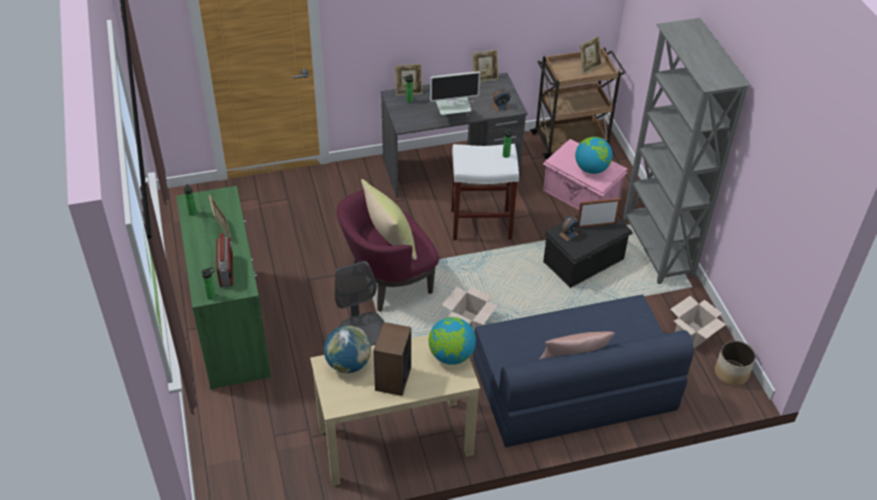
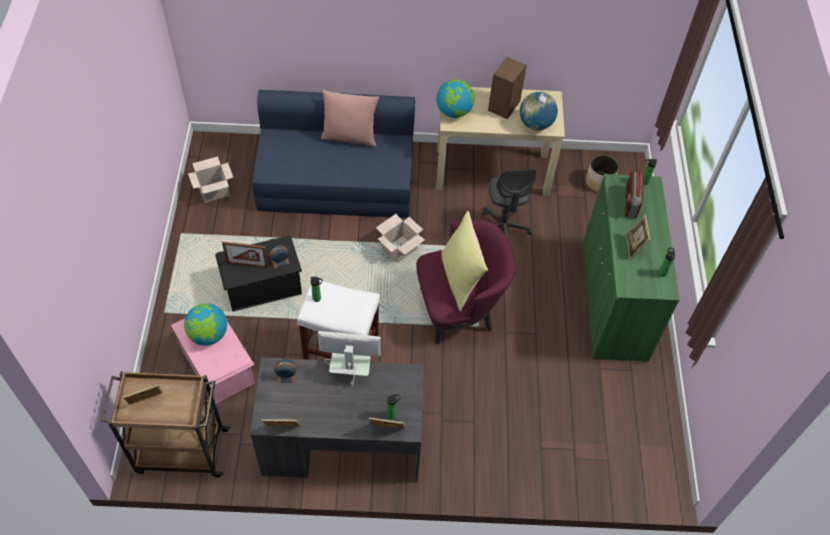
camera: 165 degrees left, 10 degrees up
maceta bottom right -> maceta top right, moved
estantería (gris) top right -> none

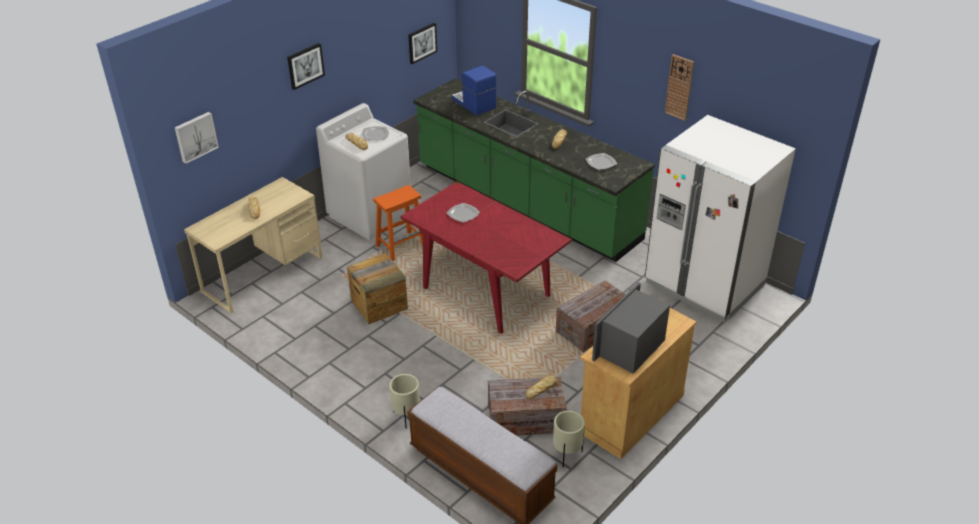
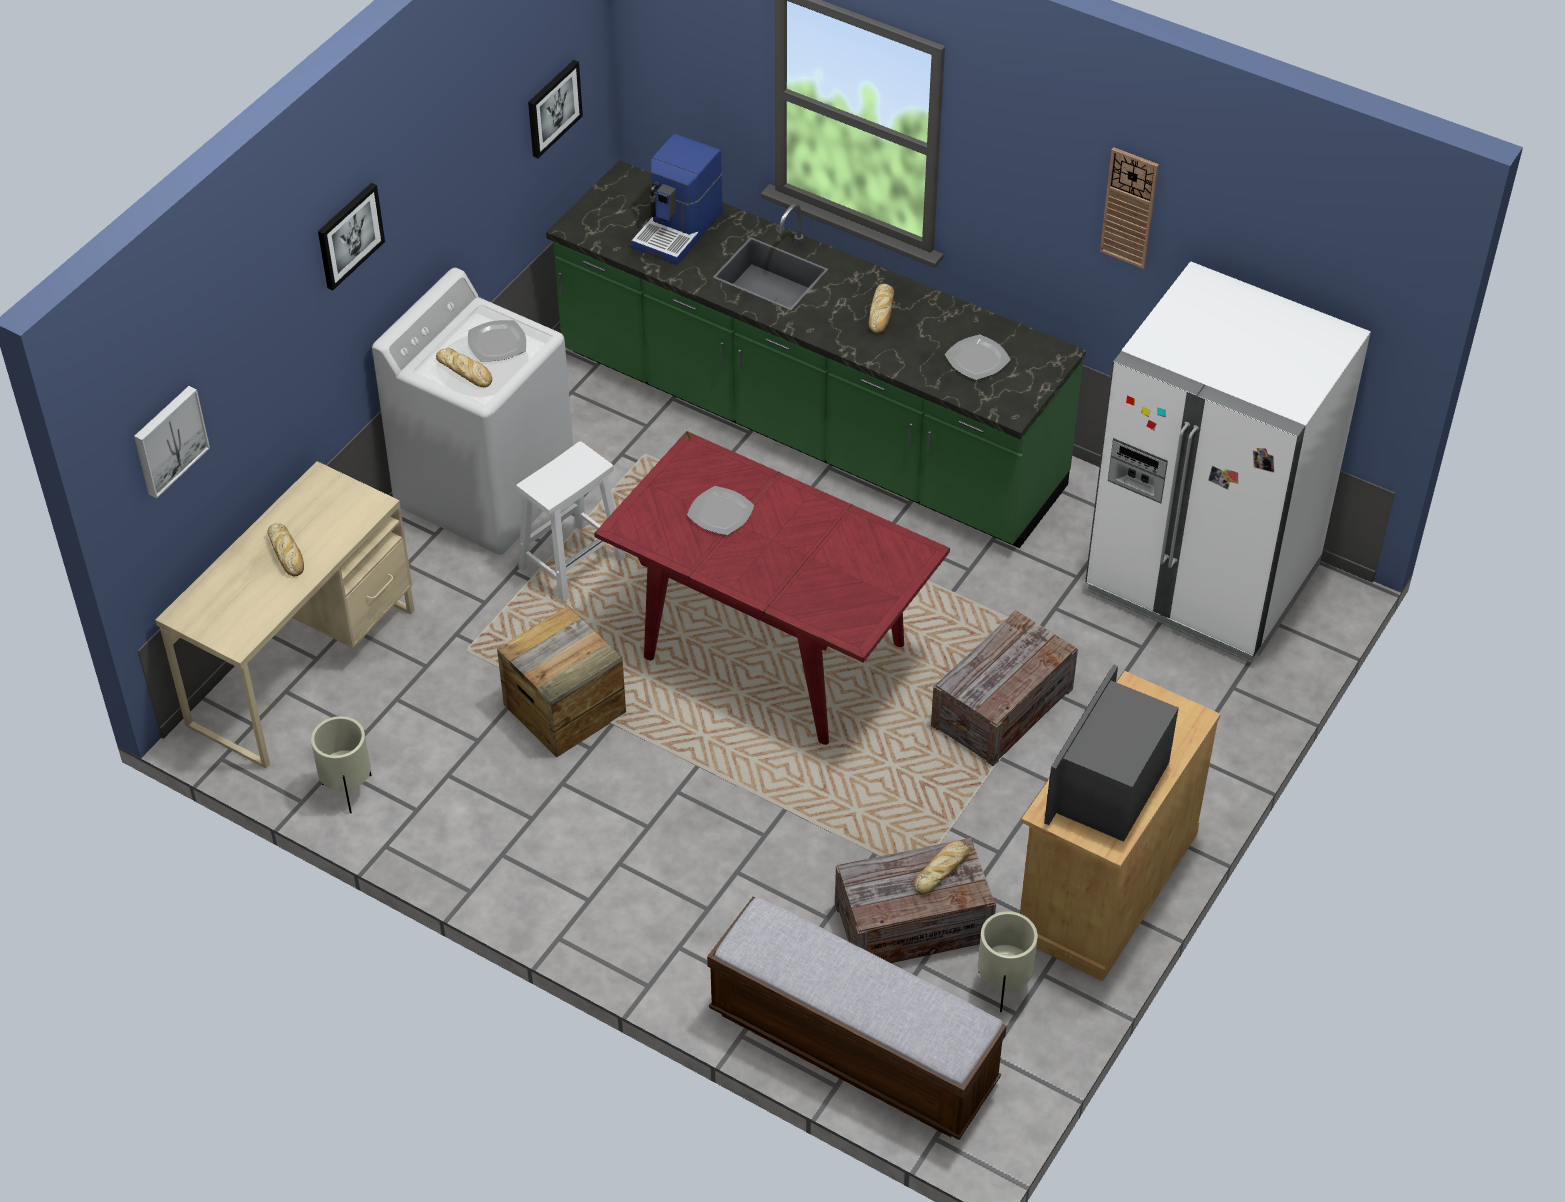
camera: 10 degrees left, 10 degrees up
maceta (beis) (1st from left) bottom centre -> maceta (beis) (1st from left) middle left, moved
taburete (naranja) centre -> taburete (blanco) centre
cafetera top centre, 105 degrees counterclockwise

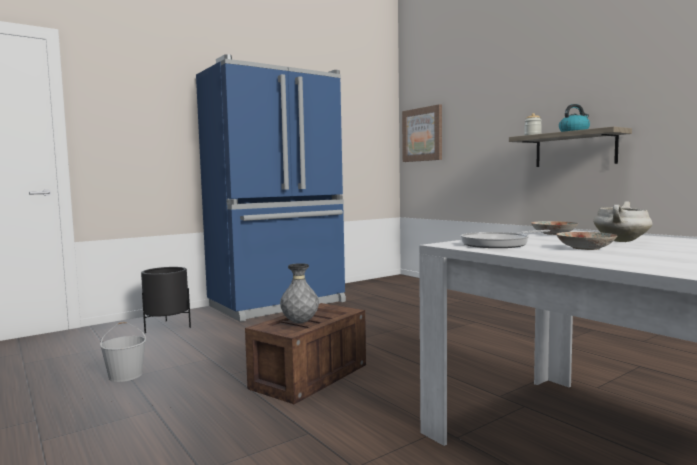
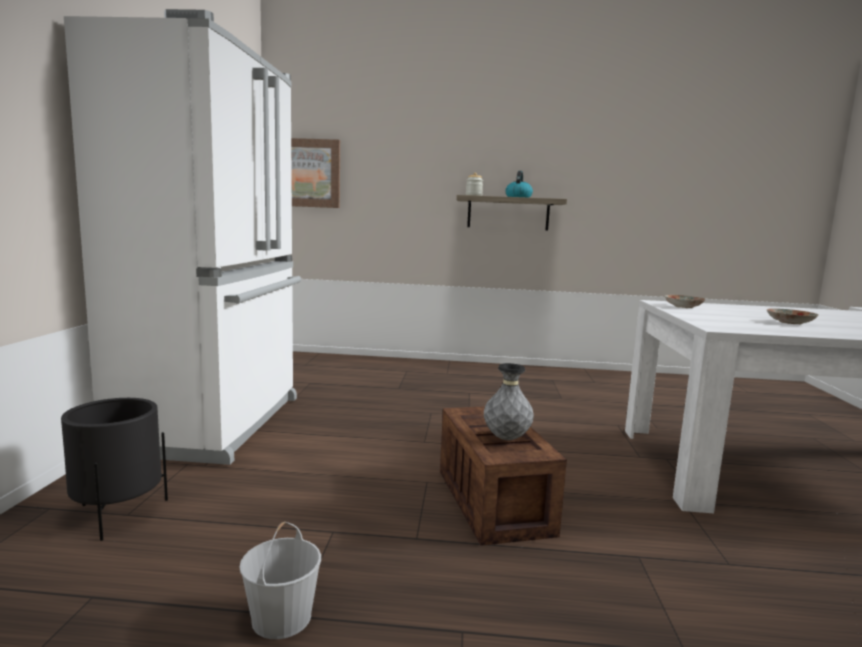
camera: 50 degrees left, 5 degrees up
nevera (azul) centre -> nevera (blanco) middle left
sartén middle right -> none
olla (blanco) middle right -> none

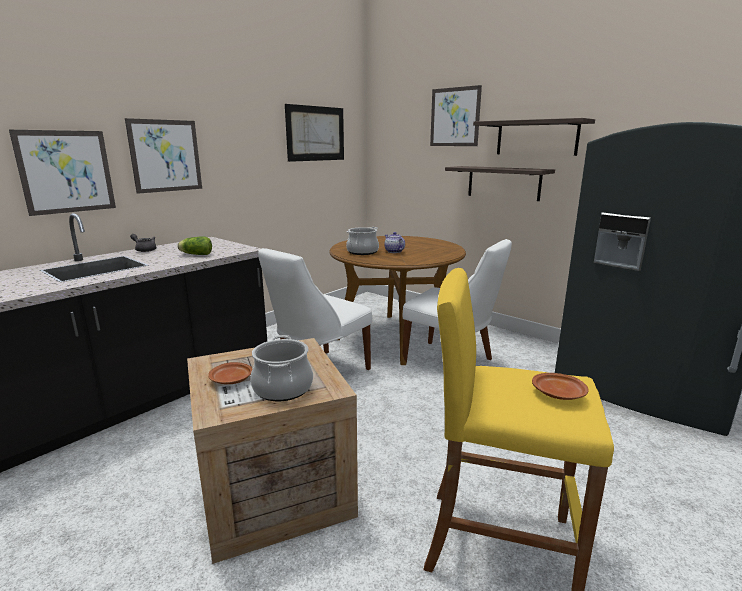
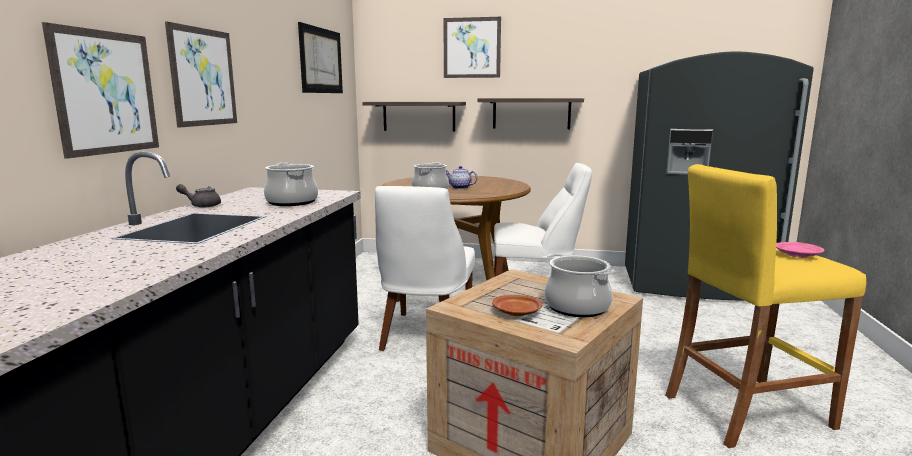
camera: 30 degrees left, 5 degrees down
lechuga middle left -> olla (1st from left) middle left
estante (2nd from left in the first image) top right -> estante (1st from left) top centre, moved
plato (marrón) (2nd from left) middle right -> plato (rosa) middle right

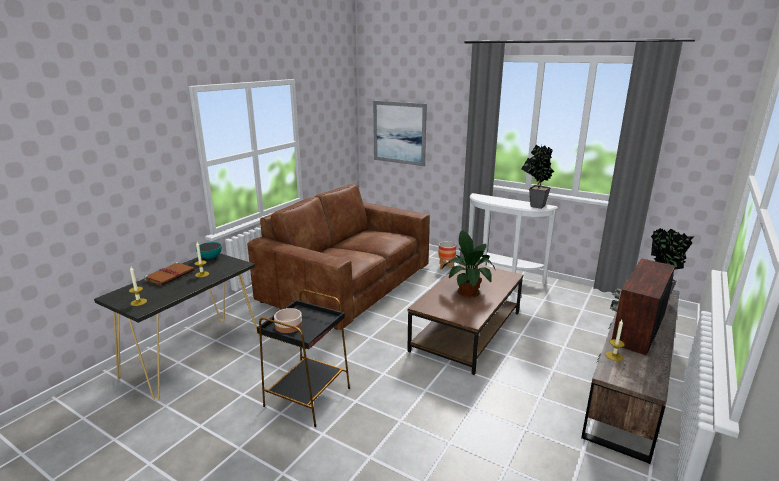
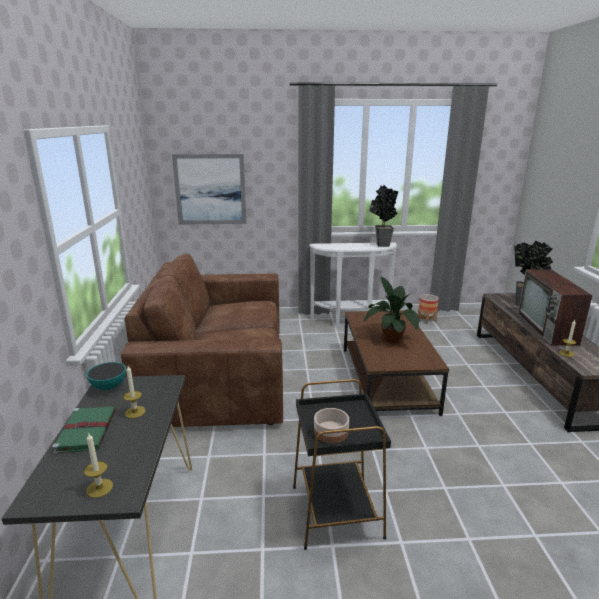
camera: 35 degrees left, 0 degrees up
libro (marrón) middle left -> libro (verde) bottom left
maceta centre -> maceta middle right, moved

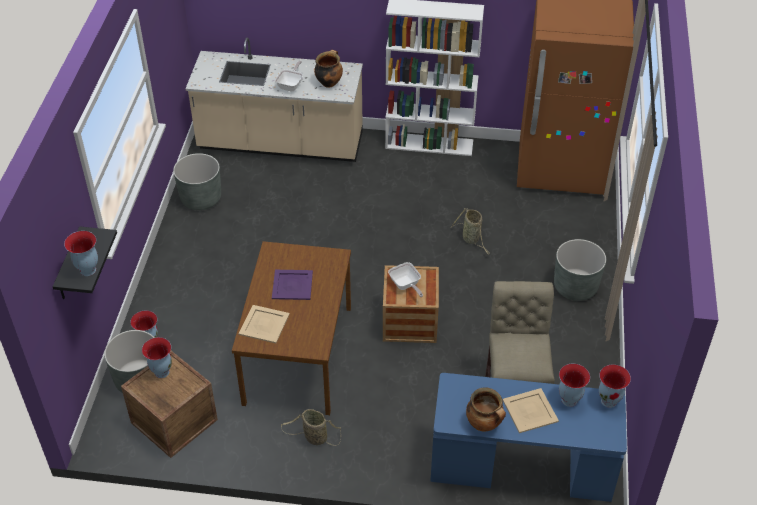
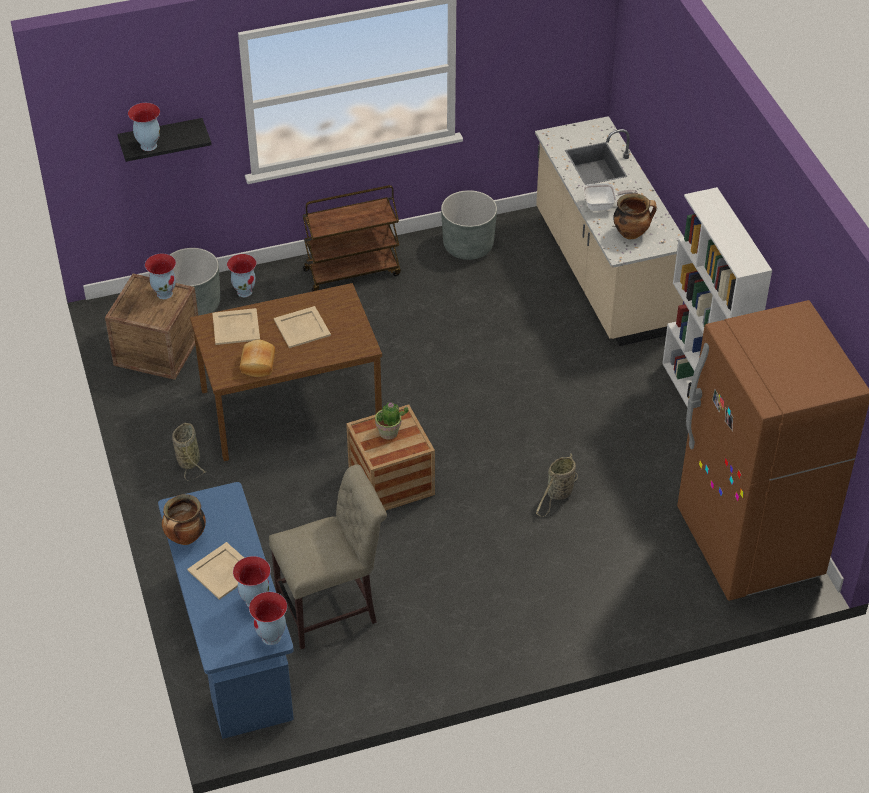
camera: 65 degrees right, 0 degrees up
none -> pan middle left
bandeja (morado) centre -> bandeja (beis) (3rd from left) centre
none -> carrito (marrón) top centre
sartén (2nd from left) centre -> planta en maceta centre
maceta (gris) (3rd from left) middle right -> none

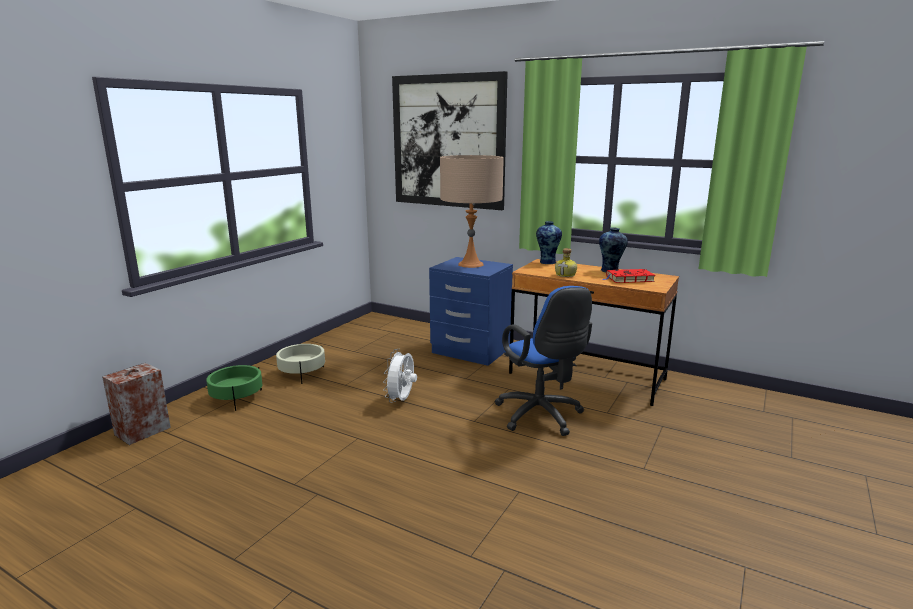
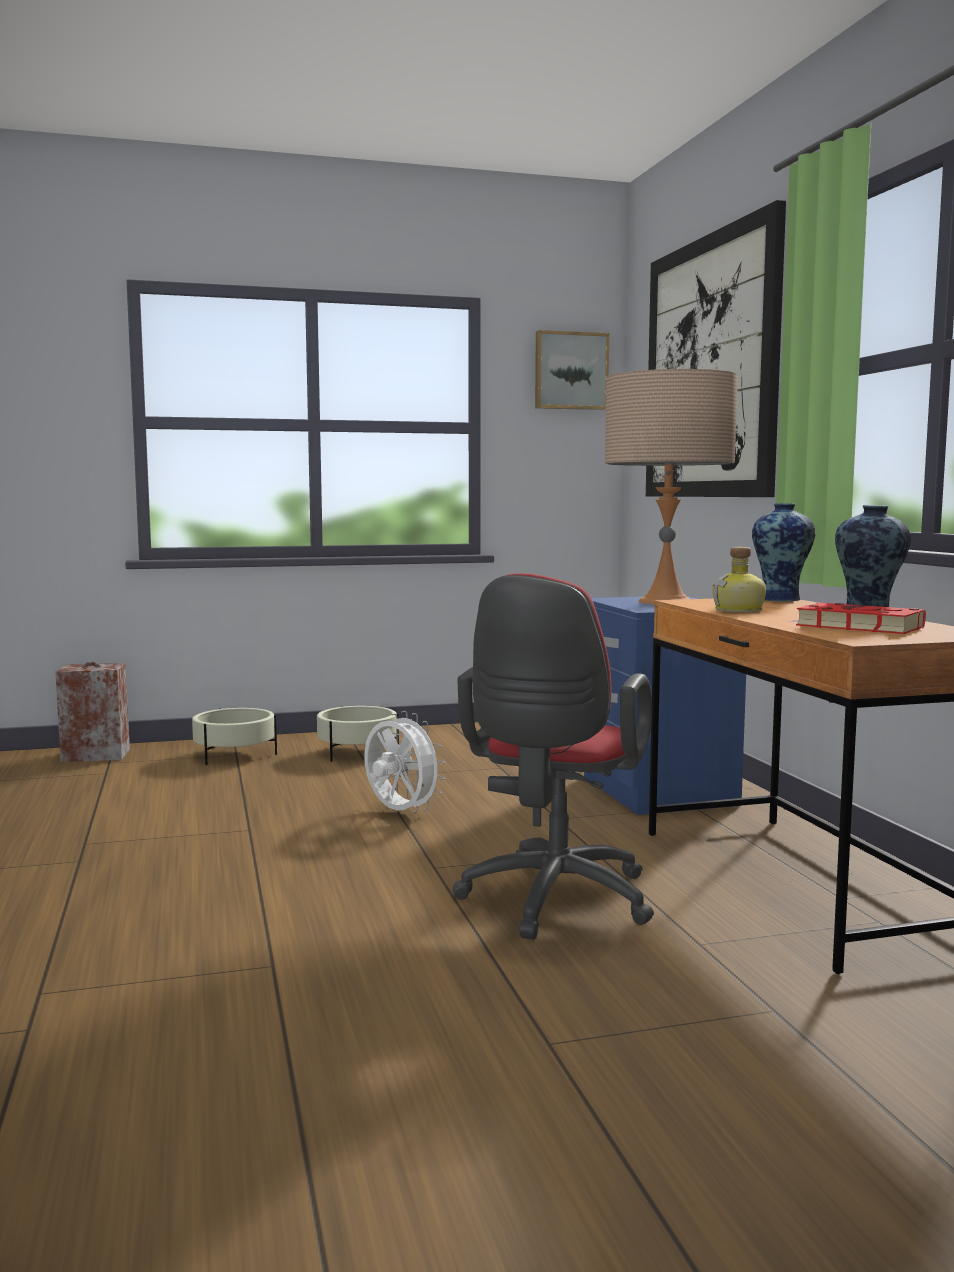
camera: 45 degrees right, 10 degrees down
maceta (verde) middle left -> maceta (beis) (1st from left) middle left
ventilador (blanco) centre, 75 degrees clockwise
silla de oficina (azul) centre -> silla de oficina (rojo) centre
none -> cuadro (1st from left) top centre

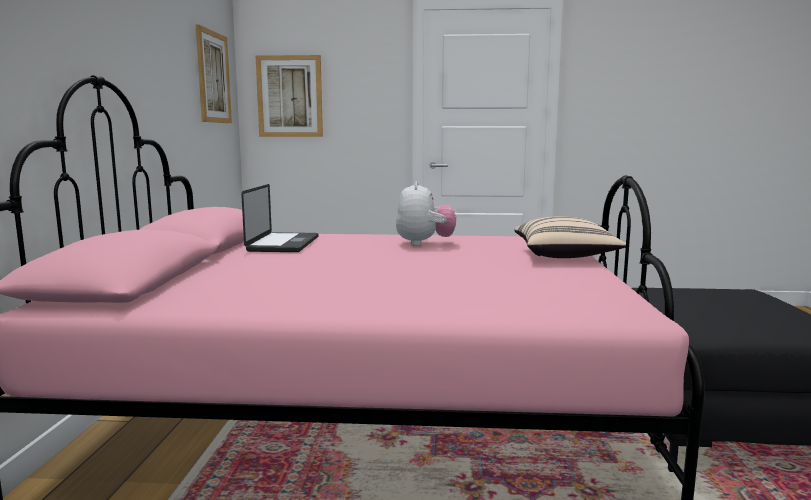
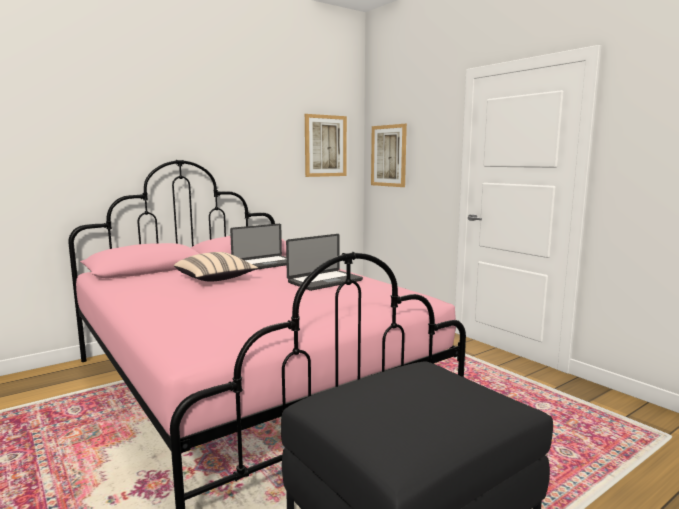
camera: 50 degrees right, 0 degrees up
cojín (beis) middle right -> cojín (beis) middle left, moved
peluche centre -> portátil (2nd from left) centre

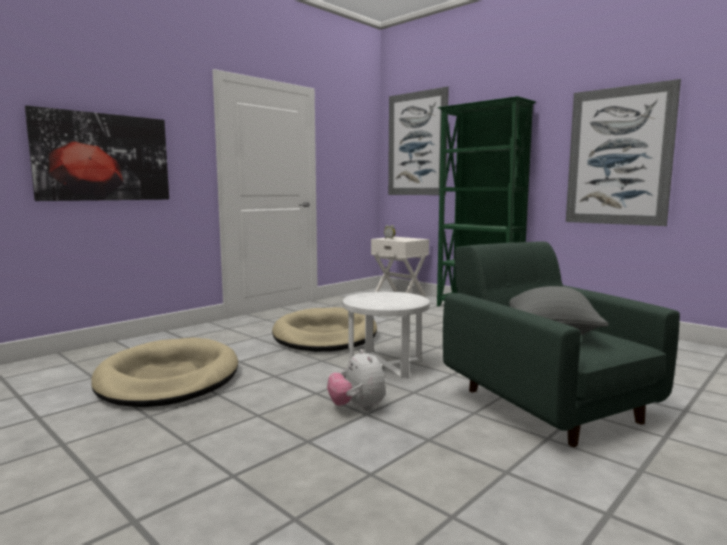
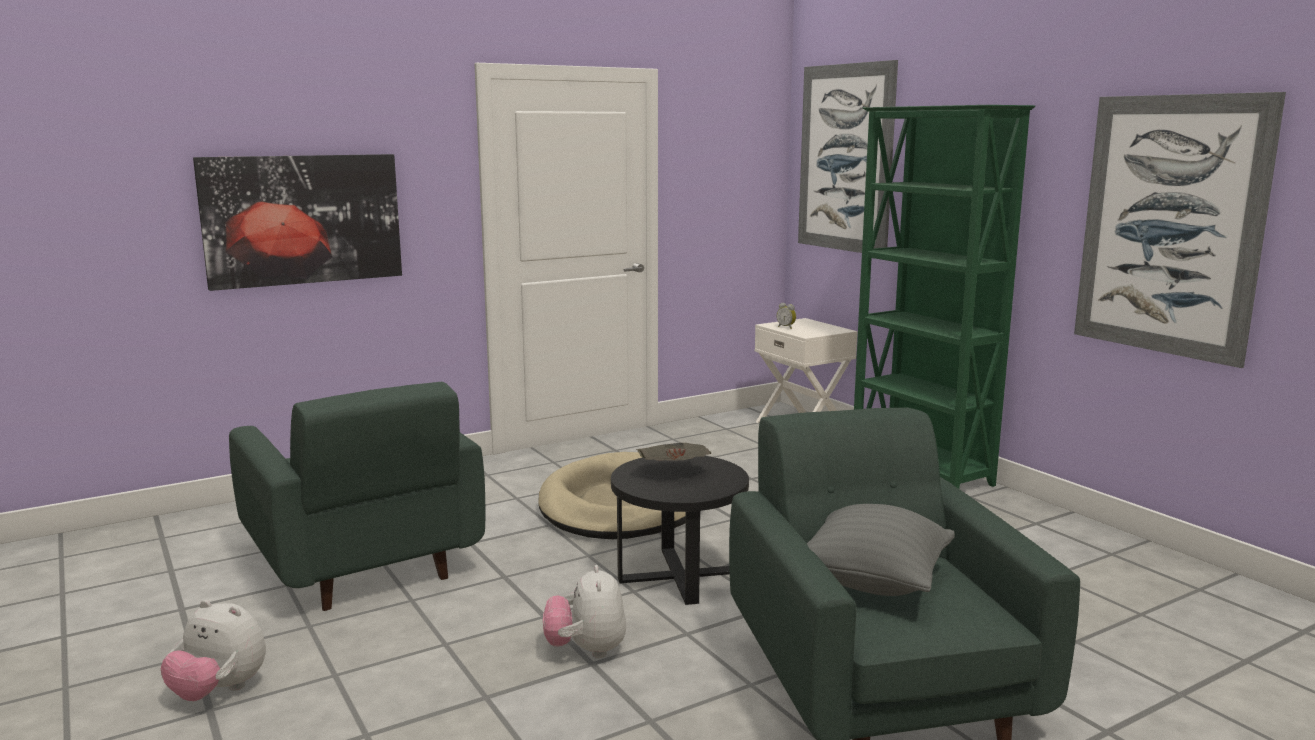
camera: 15 degrees right, 5 degrees up
none -> peluche (1st from left) bottom left
cama para perro (beis) (1st from left) bottom left -> sillón (verde) (1st from left) bottom left
mesa auxiliar (blanco) centre -> mesa auxiliar (negro) bottom centre
none -> periódico centre

